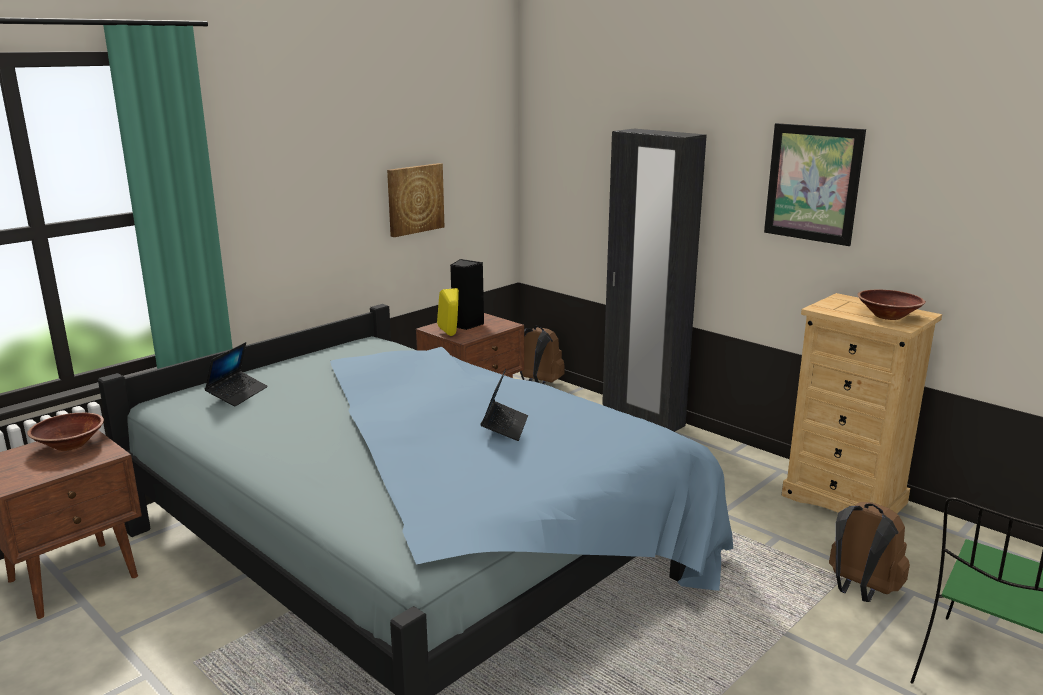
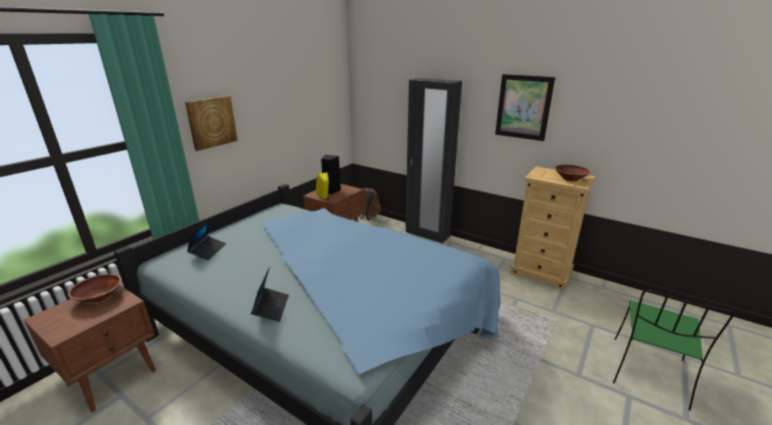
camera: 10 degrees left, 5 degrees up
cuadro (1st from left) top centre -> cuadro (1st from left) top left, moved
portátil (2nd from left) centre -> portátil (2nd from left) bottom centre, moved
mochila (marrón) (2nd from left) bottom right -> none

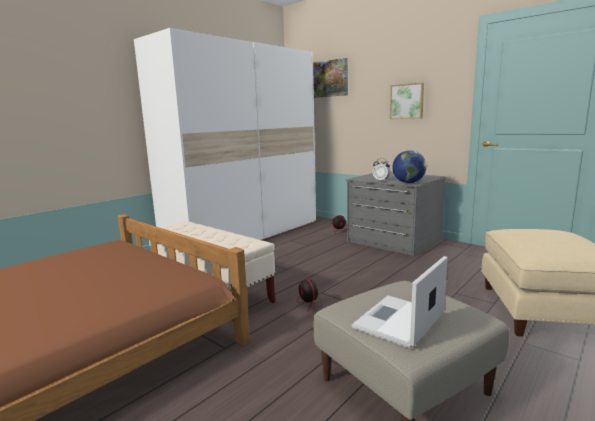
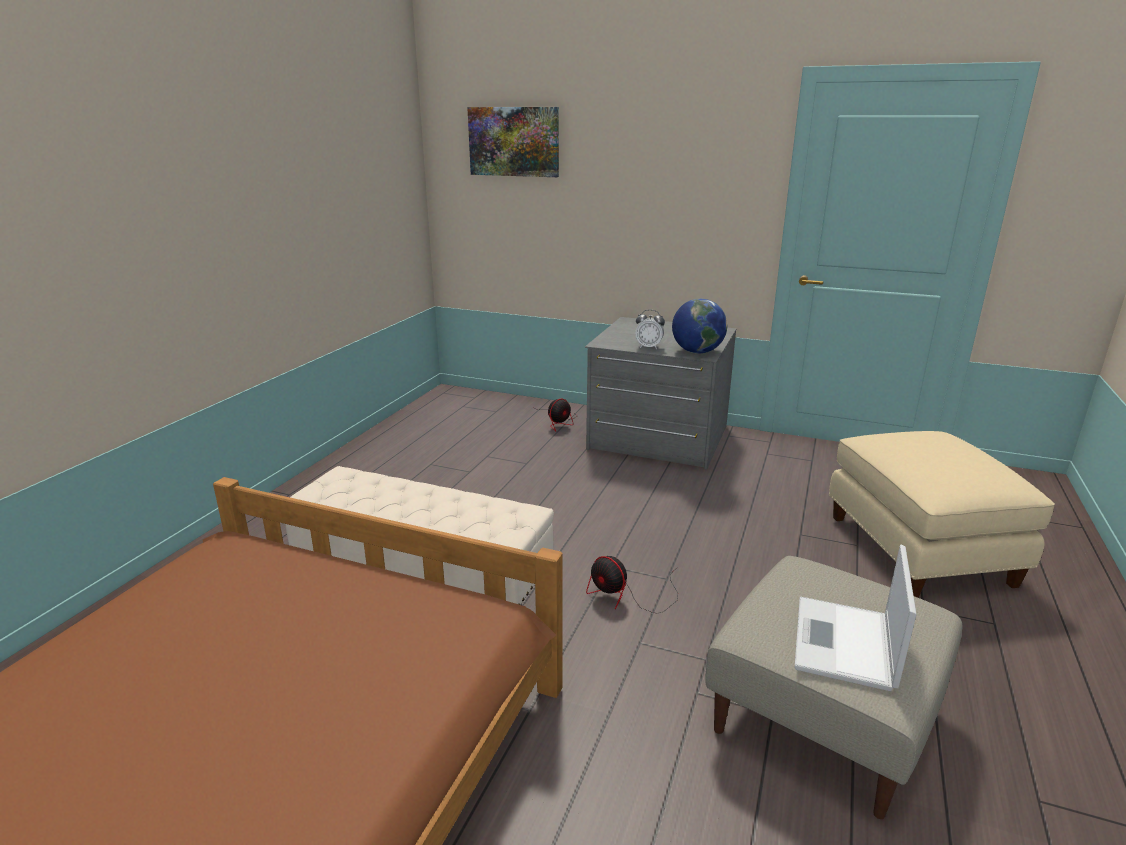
camera: 20 degrees left, 10 degrees up
armario ropero (blanco) top centre -> none
cuadro (2nd from left) top right -> none

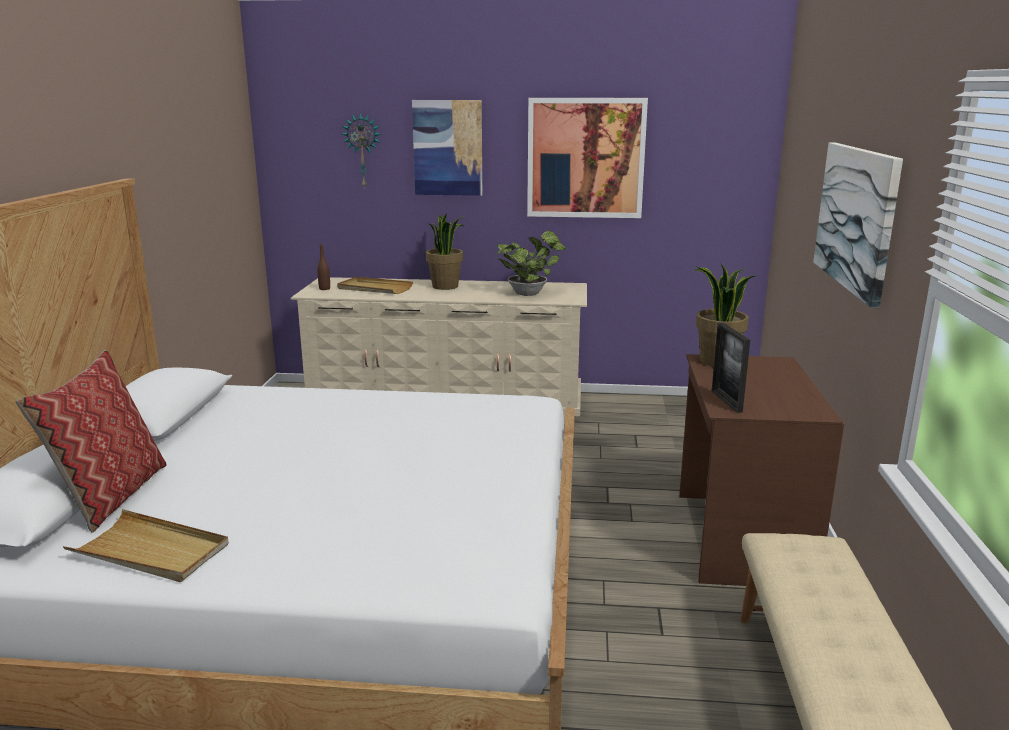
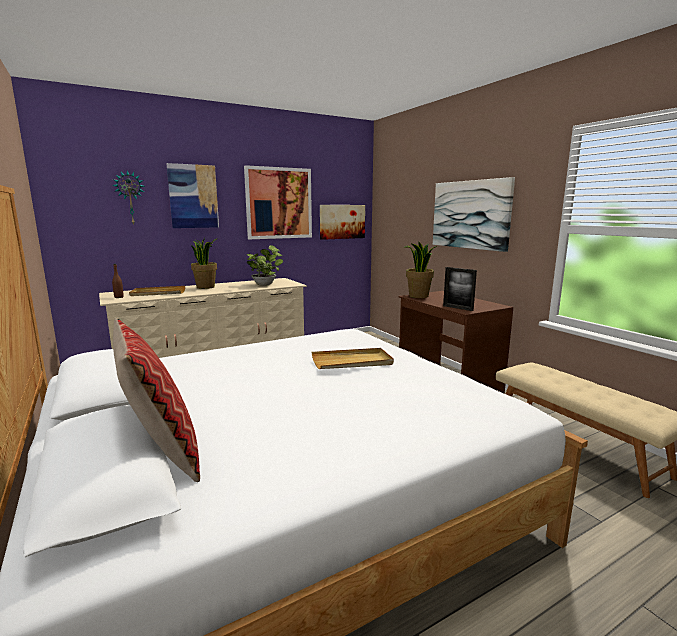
camera: 35 degrees left, 5 degrees down
bandeja (beis) (1st from left in the first image) bottom left -> bandeja (beis) (2nd from left) centre, moved
none -> cuadro (3rd from left) centre

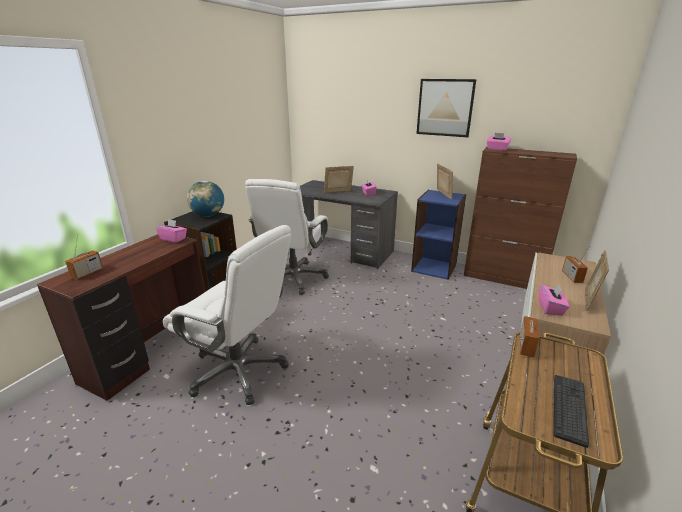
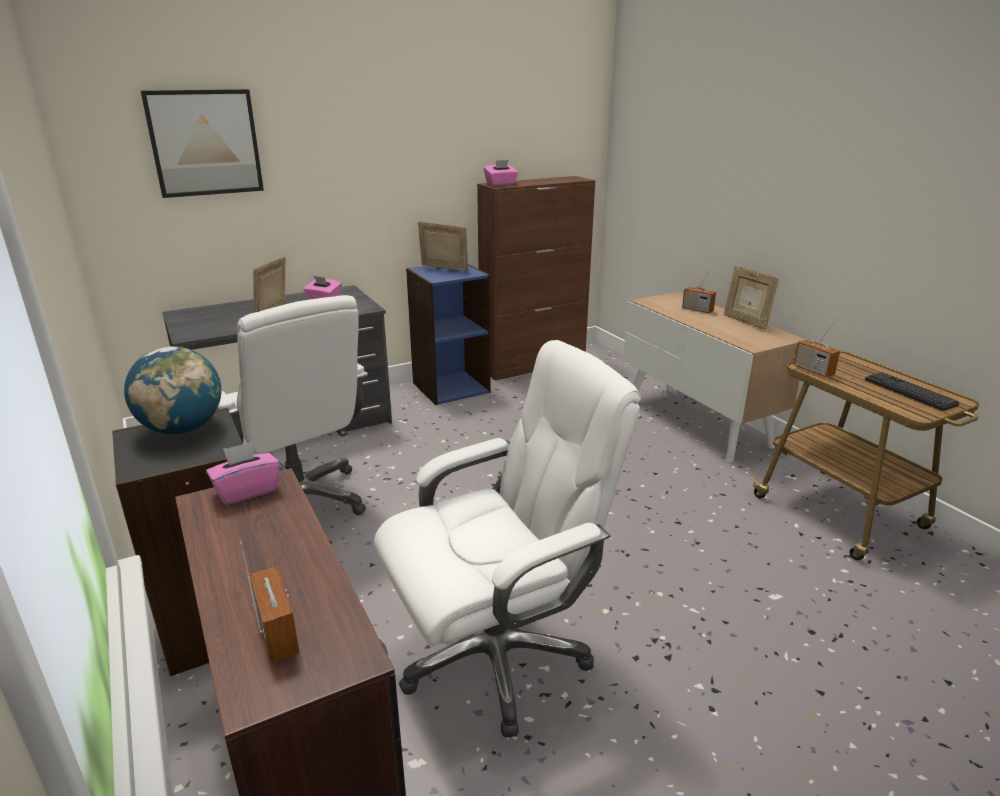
camera: 55 degrees left, 0 degrees up
cuadro top centre -> cuadro top left, moved
caja de pañuelos (rosa) (4th from left) middle right -> none

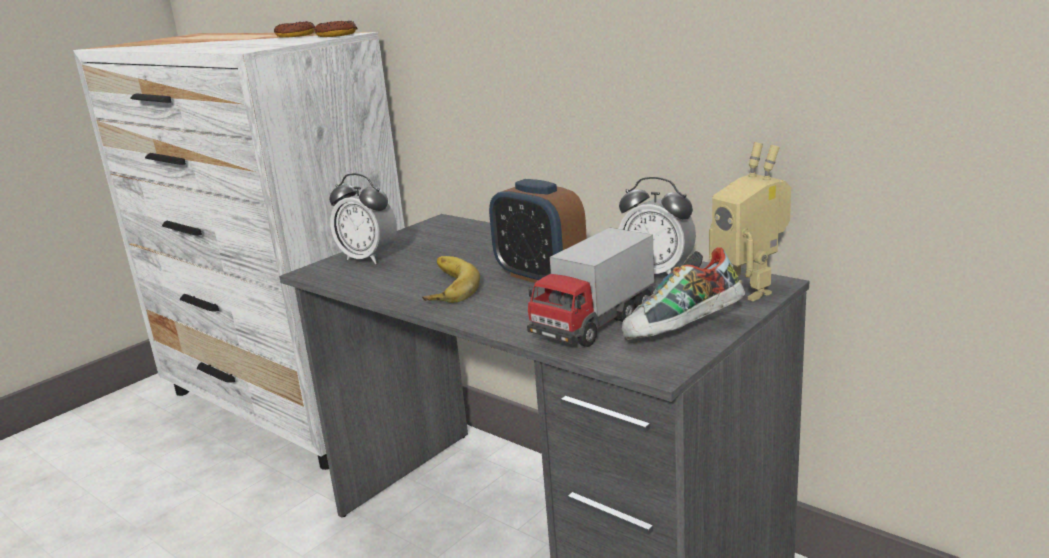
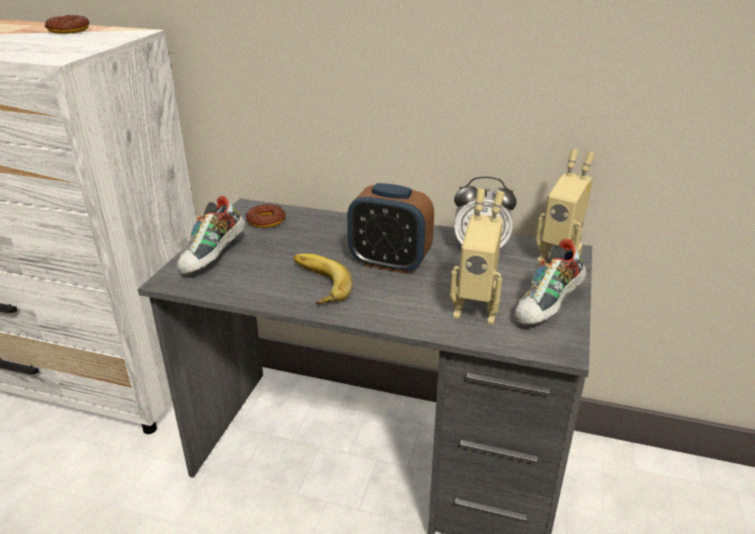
camera: 25 degrees left, 10 degrees up
despertador (1st from left) centre -> zapato (1st from left) middle left
rosquilla (2nd from left) top left -> rosquilla (2nd from left) centre, moved
camión de juguete centre -> robot de juguete (1st from left) centre

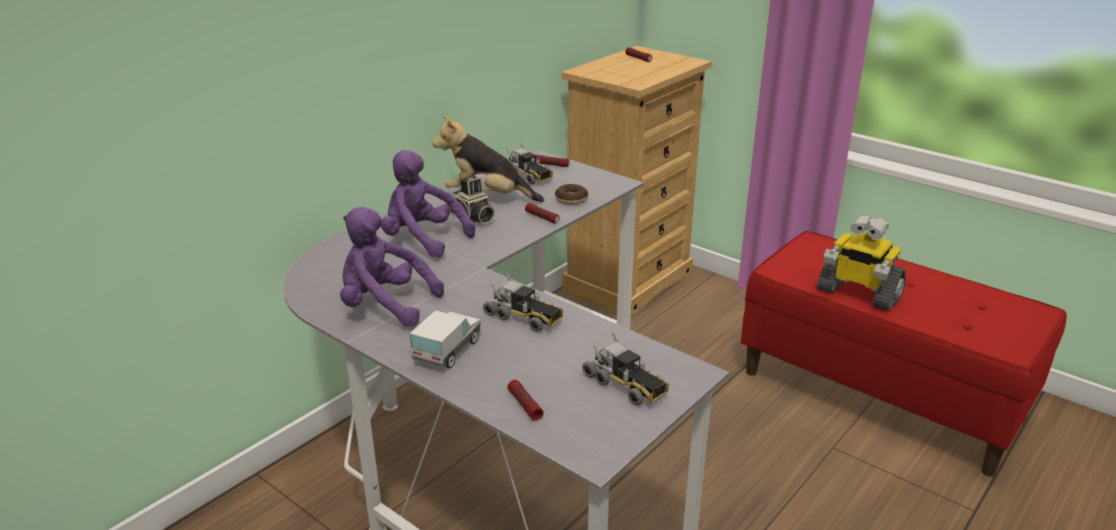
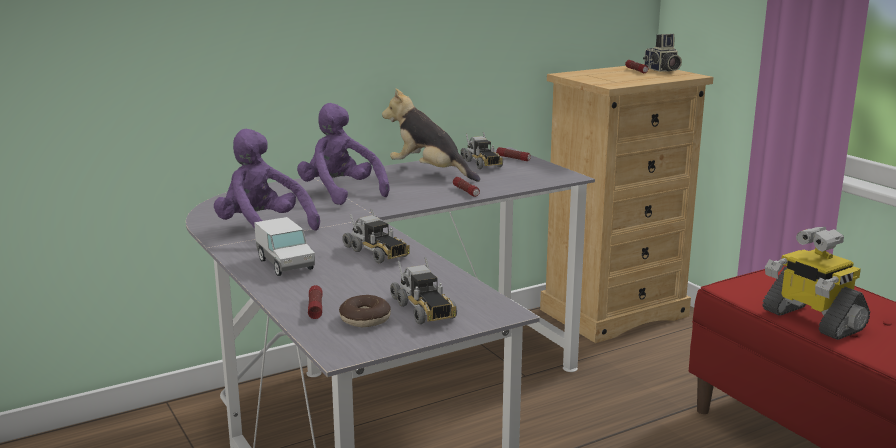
camera: 20 degrees right, 10 degrees down
camión de juguete (1st from left) centre -> camión de juguete (1st from left) middle left, 105 degrees clockwise
rosquilla centre -> rosquilla bottom centre, moved
cámara centre -> cámara top right, moved

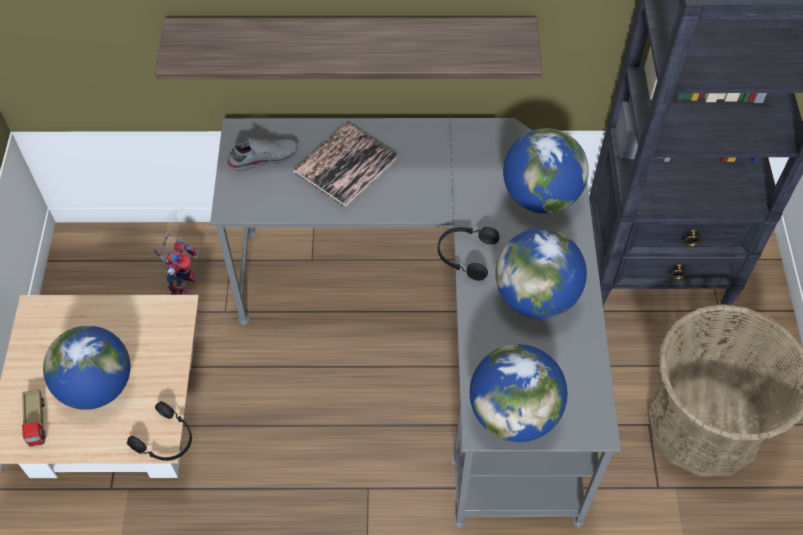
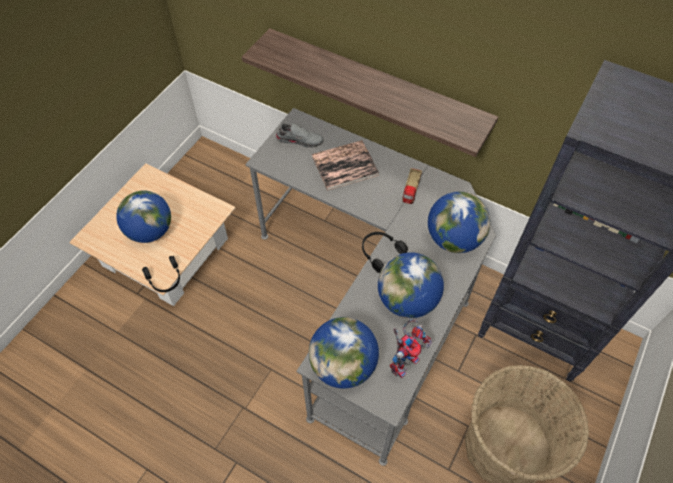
camera: 30 degrees right, 0 degrees up
robot de juguete middle left -> robot de juguete bottom centre, moved
camión de juguete bottom left -> camión de juguete centre, moved

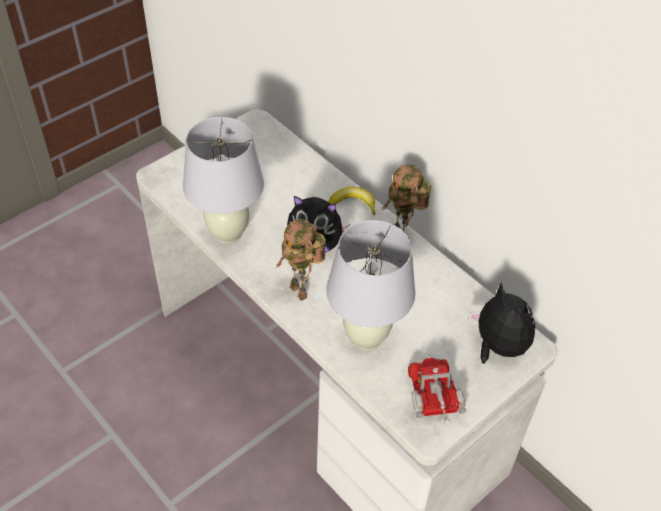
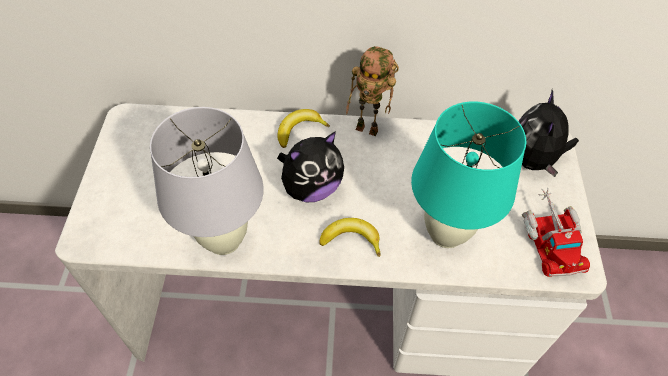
camera: 45 degrees left, 5 degrees up
robot de juguete (1st from left) centre -> plátano (2nd from left) centre
lámpara de mesa (blanco) (2nd from left) centre -> lámpara de mesa (turquesa) middle right
peluche (2nd from left) middle right, 90 degrees counterclockwise
camión de juguete bottom centre -> camión de juguete middle right, 135 degrees counterclockwise

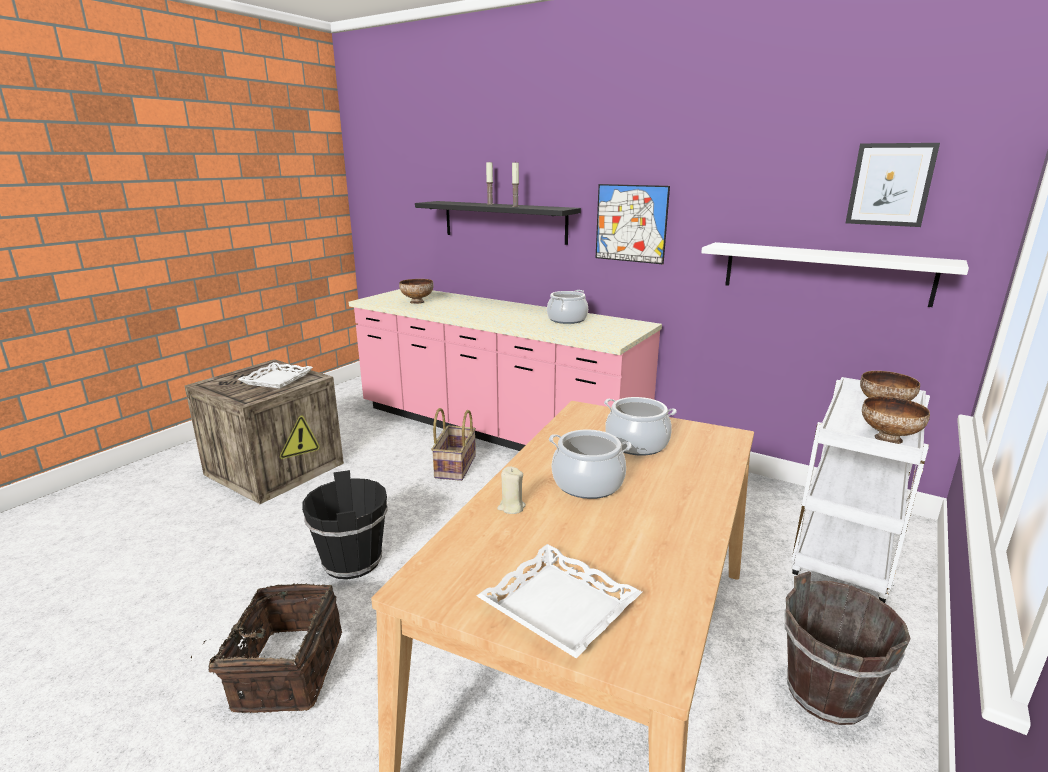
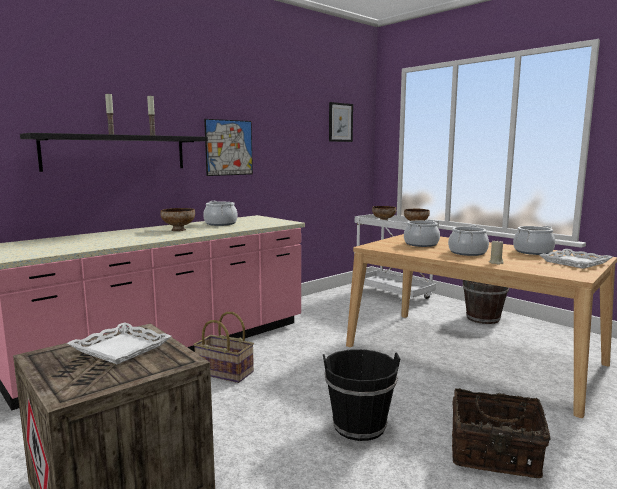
camera: 75 degrees left, 10 degrees down
cuenco (1st from left) centre -> cuenco (1st from left) middle left, moved
none -> olla (4th from left) middle right
estante (blanco) middle right -> none

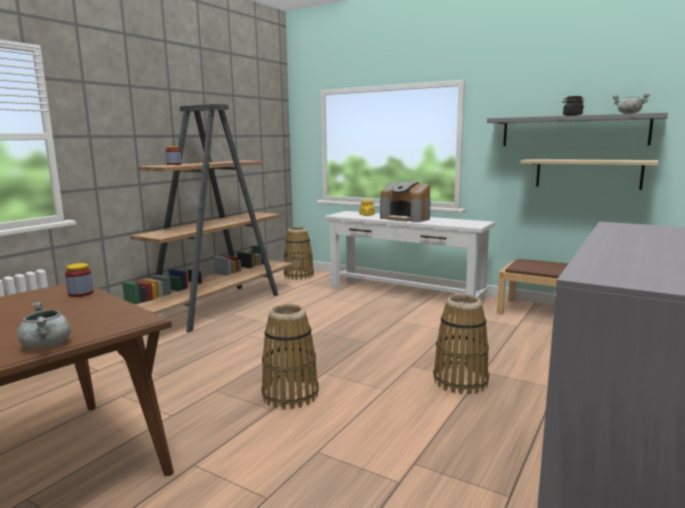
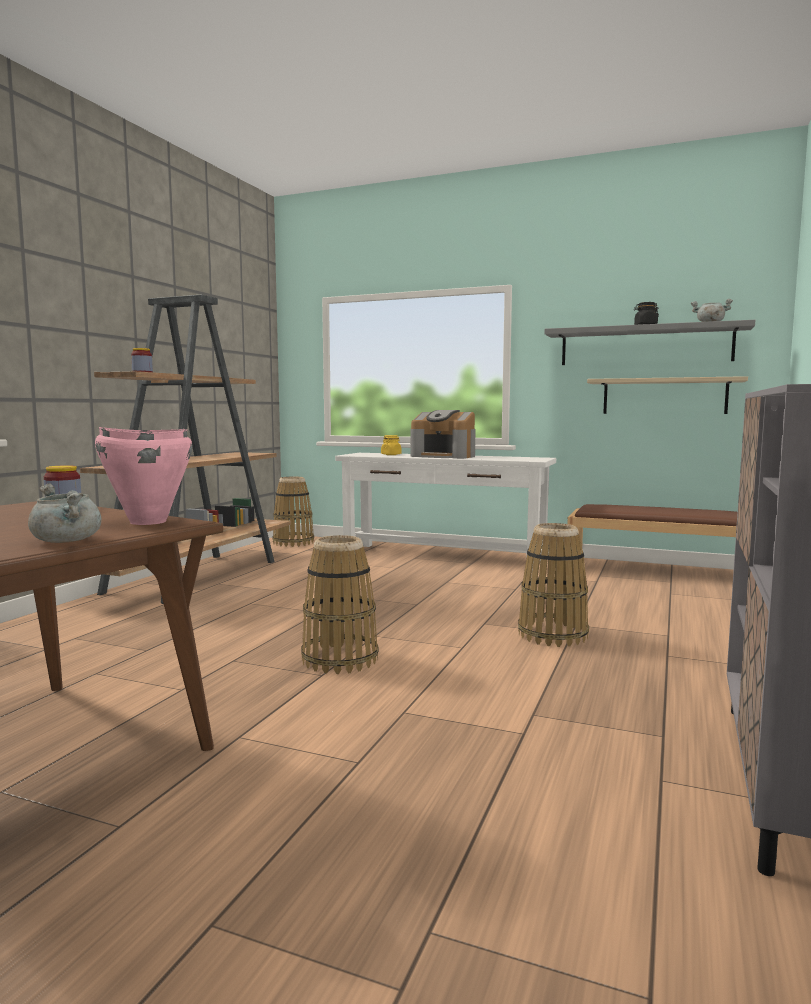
camera: 10 degrees left, 5 degrees down
none -> olla (rosa) middle left

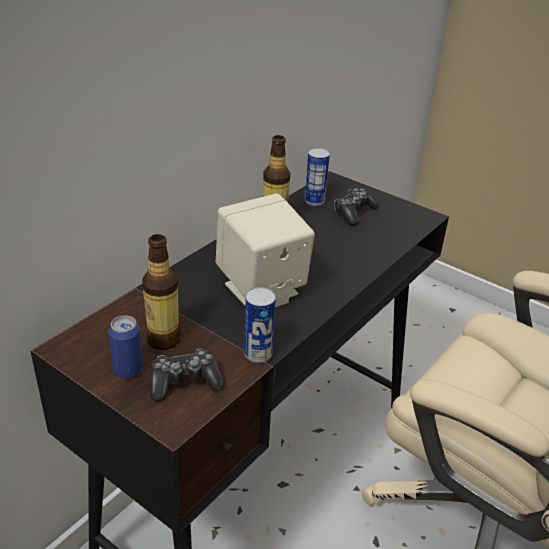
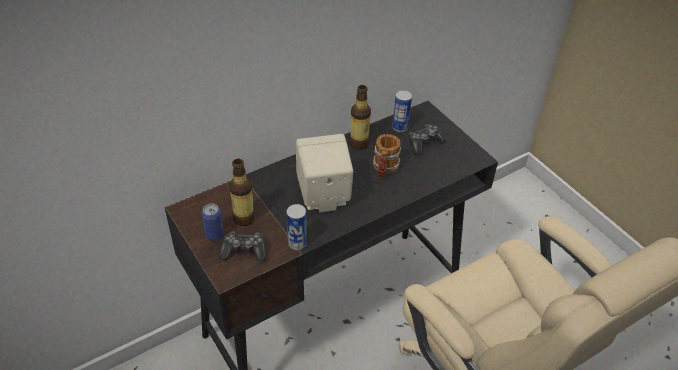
camera: 20 degrees right, 10 degrees up
none -> taza grande centre

